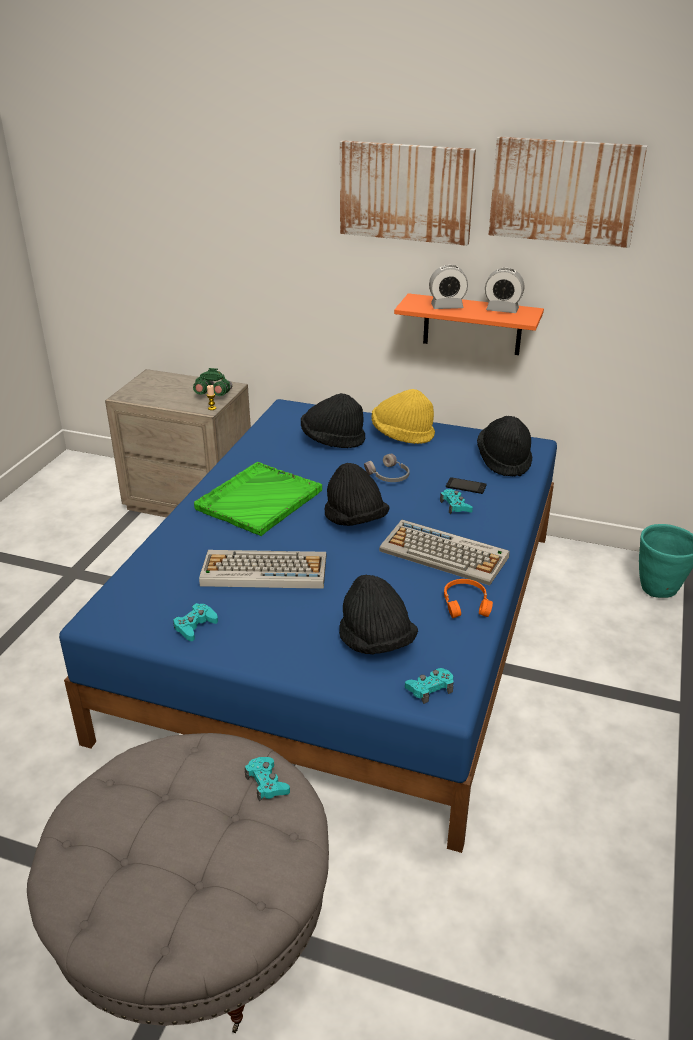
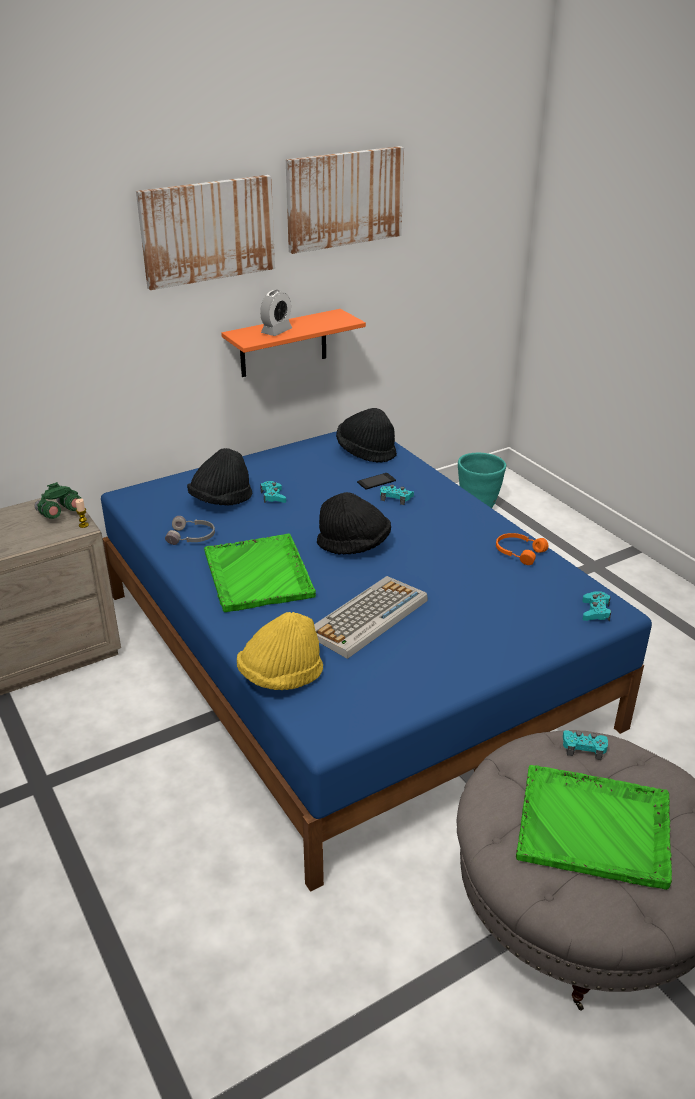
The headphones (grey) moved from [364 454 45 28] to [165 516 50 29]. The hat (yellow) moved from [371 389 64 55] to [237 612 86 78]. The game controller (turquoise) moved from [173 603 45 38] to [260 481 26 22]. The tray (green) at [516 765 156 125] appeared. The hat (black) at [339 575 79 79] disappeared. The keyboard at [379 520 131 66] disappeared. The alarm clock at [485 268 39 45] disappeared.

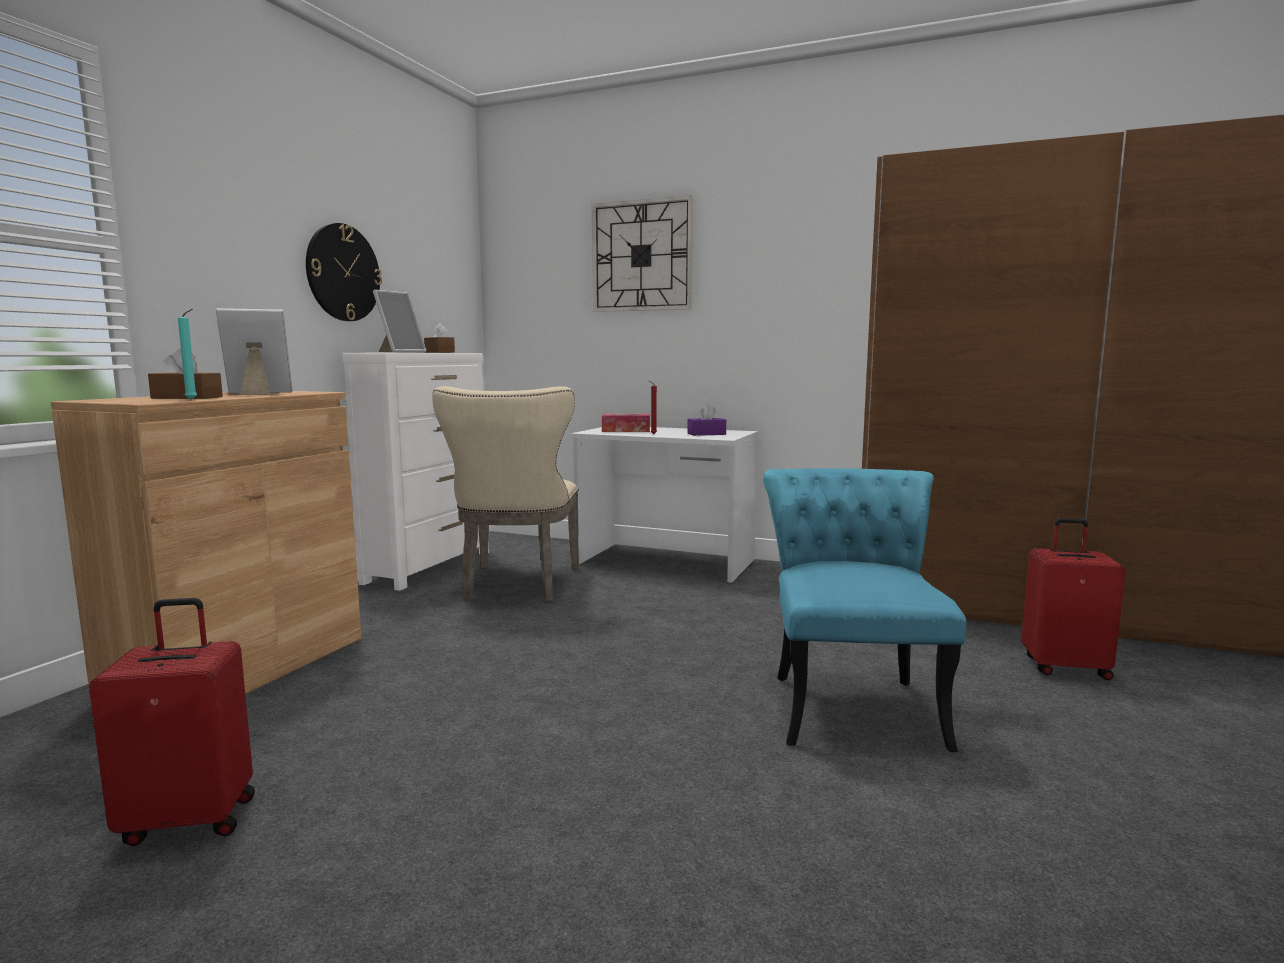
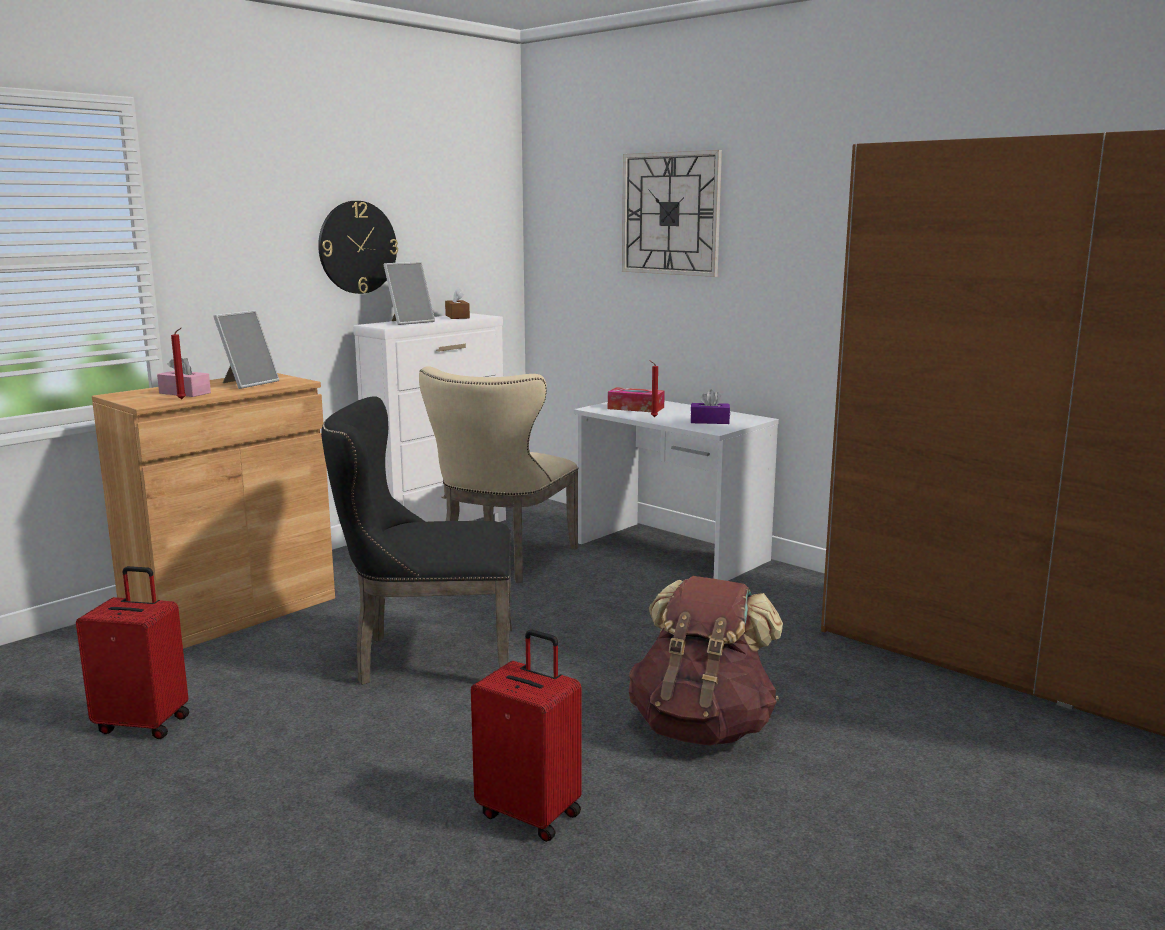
The tissue box (brown) at [148 349 75 50] became the tissue box (pink) at [157 357 54 40]. The candle (turquoise) at [178 309 19 91] became the candle (red) at [171 328 15 71]. The picture frame at [216 308 77 87] turned 120 degrees clockwise. The chair (black) at [321 396 191 289] appeared. The suitcase (red) moved from [1021 518 105 162] to [471 629 111 213]. The chair (turquoise) at [763 468 204 284] was replaced by the backpack (brown) at [629 576 154 170].

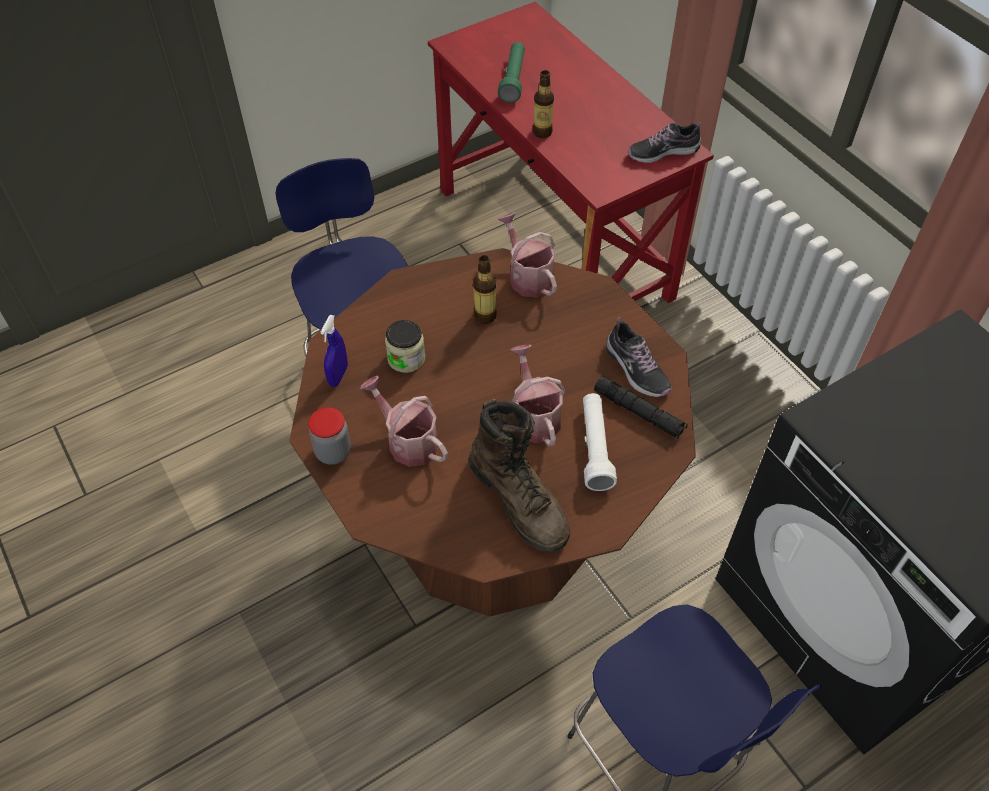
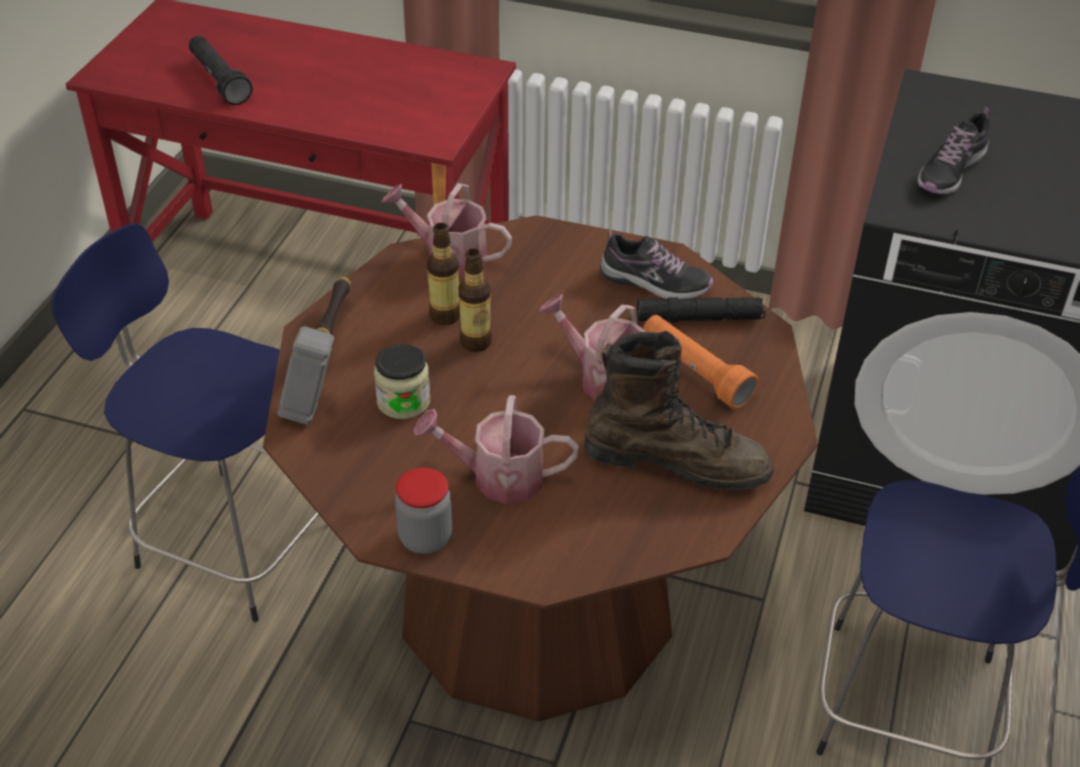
The flashlight (green) at [498 42 27 61] became the flashlight (black) at [189 36 64 69]. The hammer at [277 277 74 148] appeared. The bottle moved from [533 70 21 68] to [458 249 34 103]. The flashlight (white) at [583 393 34 98] became the flashlight (orange) at [643 315 116 94]. The shoe moved from [628 122 73 41] to [918 107 71 87]. The spray bottle (blue) at [320 315 28 72] disappeared.

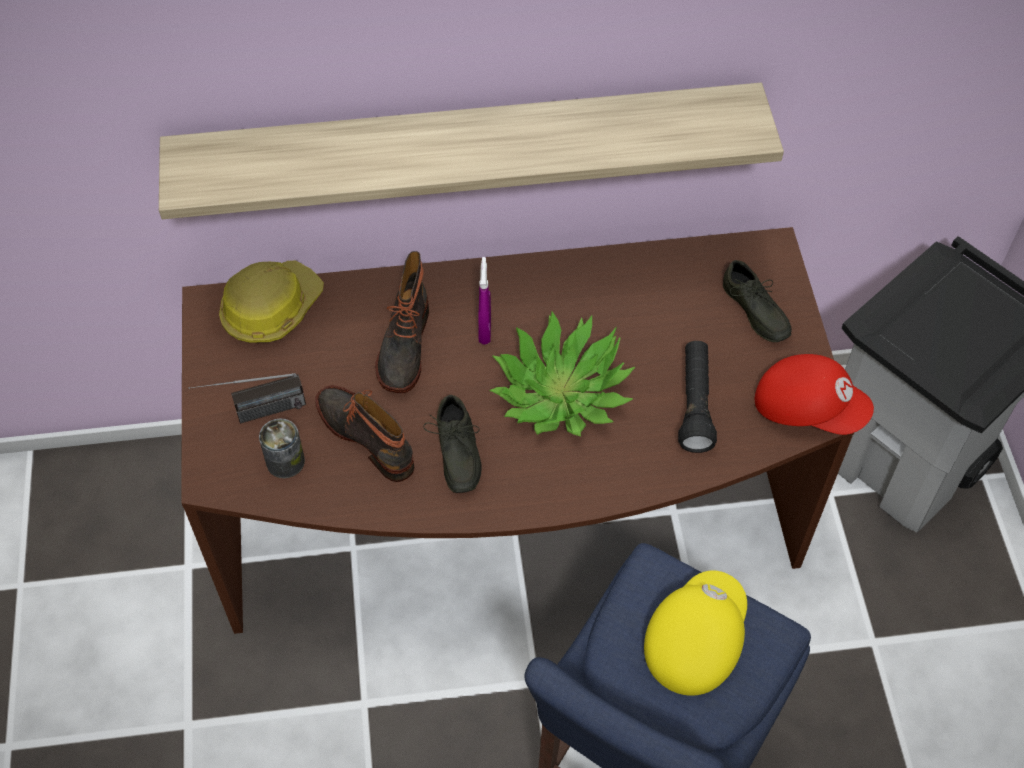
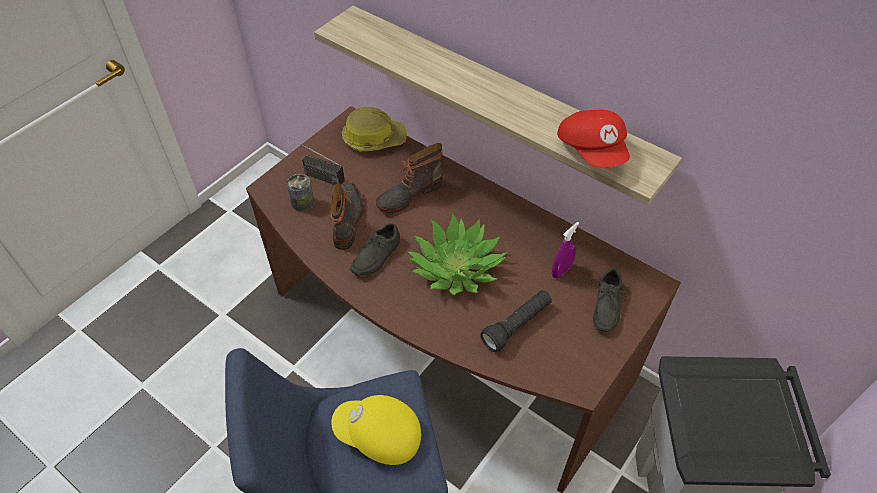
The cap (yellow) at [644 570 103 126] turned 150 degrees counterclockwise. The spray bottle (purple) moved from [478 257 13 88] to [552 222 27 57]. The cap (red) moved from [755 354 119 81] to [557 110 73 57].

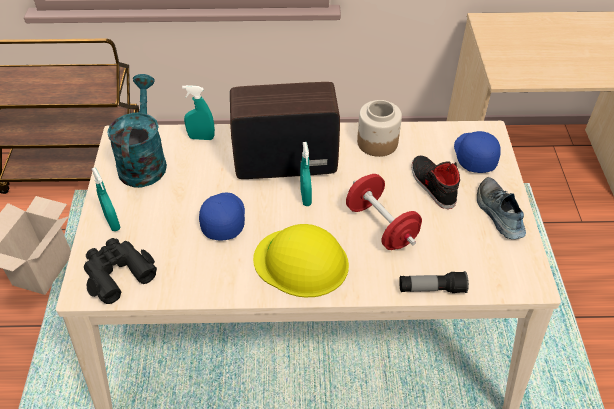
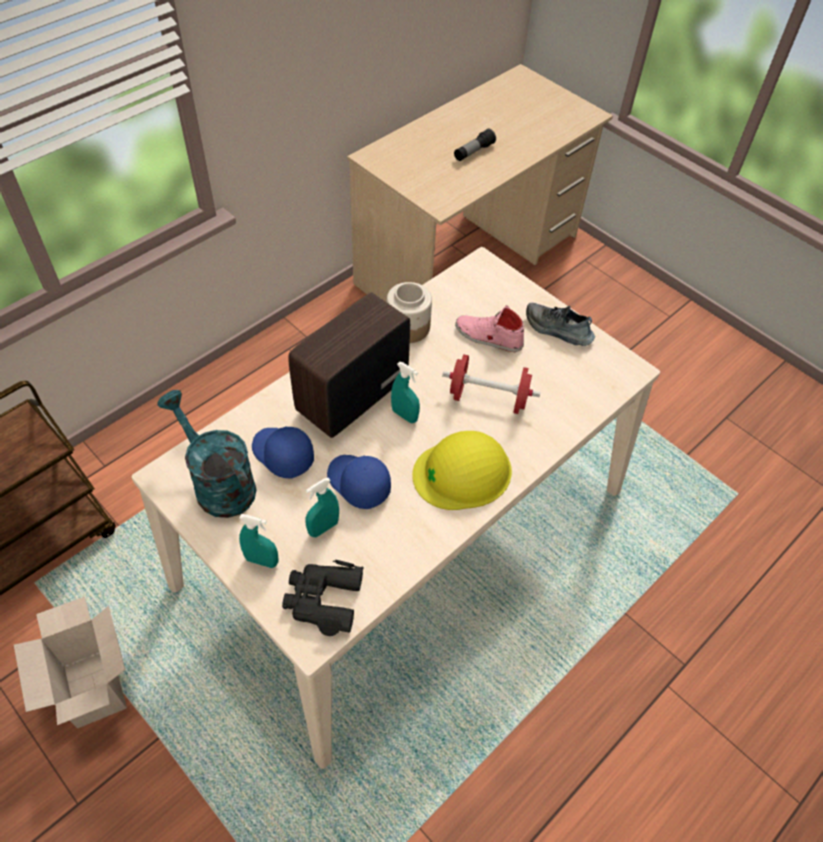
The cap (blue) moved from [454 131 47 42] to [252 426 62 52]. The spray bottle (turquoise) moved from [182 85 33 55] to [305 478 34 59]. The flashlight moved from [399 271 70 22] to [454 129 42 32]. The shoe (black) at [412 156 48 53] became the shoe (pink) at [455 305 69 47].

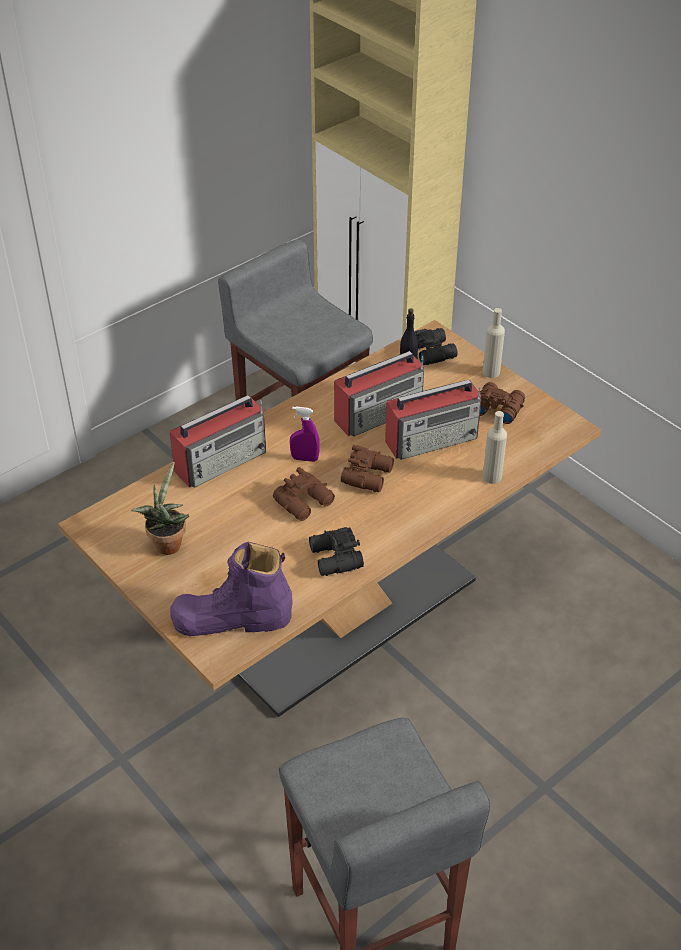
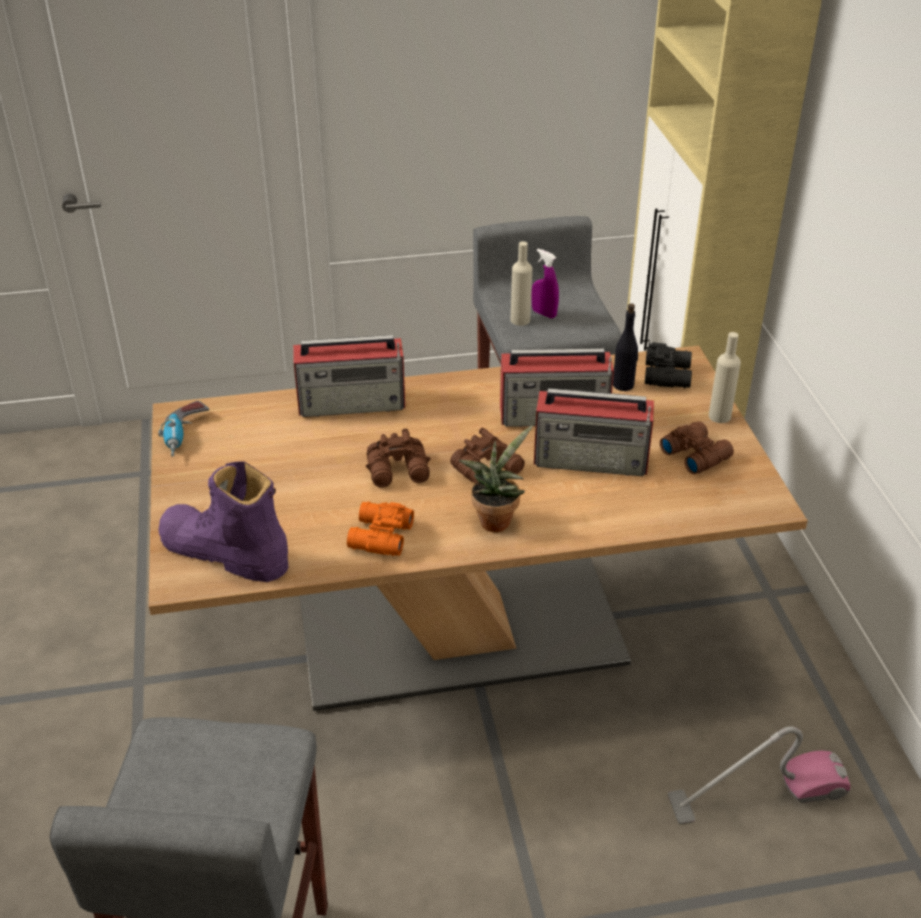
The power drill at [158 401 51 56] appeared. The binoculars (black) at [309 527 55 49] became the binoculars (orange) at [347 502 67 54]. The potted plant moved from [131 462 58 93] to [459 425 74 107]. The bottle (beige) moved from [483 411 24 73] to [510 241 22 85]. The spray bottle (purple) moved from [290 406 30 56] to [531 249 28 70]. The vacuum cleaner at [668 726 183 99] appeared.

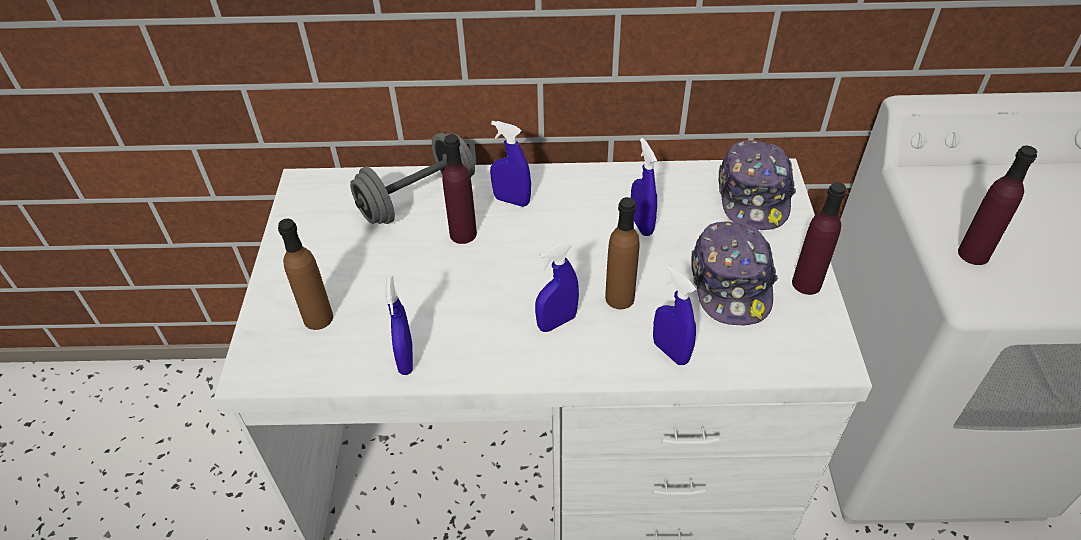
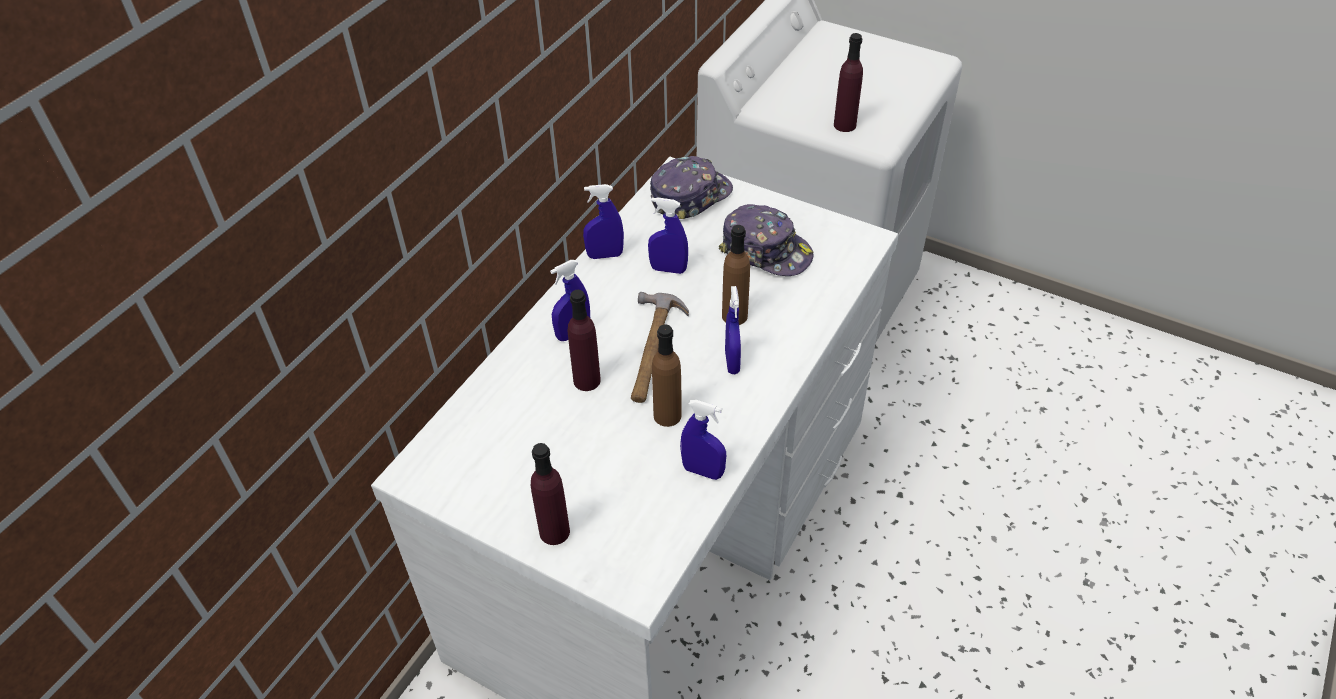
The bottle (purple) moved from [792 182 55 113] to [531 443 39 102]. The spray bottle (blue) moved from [653 265 43 100] to [583 184 41 75]. The hammer at [631 292 58 111] appeared. The cap at [719 140 77 90] turned 75 degrees counterclockwise. The bottle (brown) moved from [278 218 55 112] to [652 324 30 103]. The dumbbell (grey) at [350 133 125 91] disappeared.

